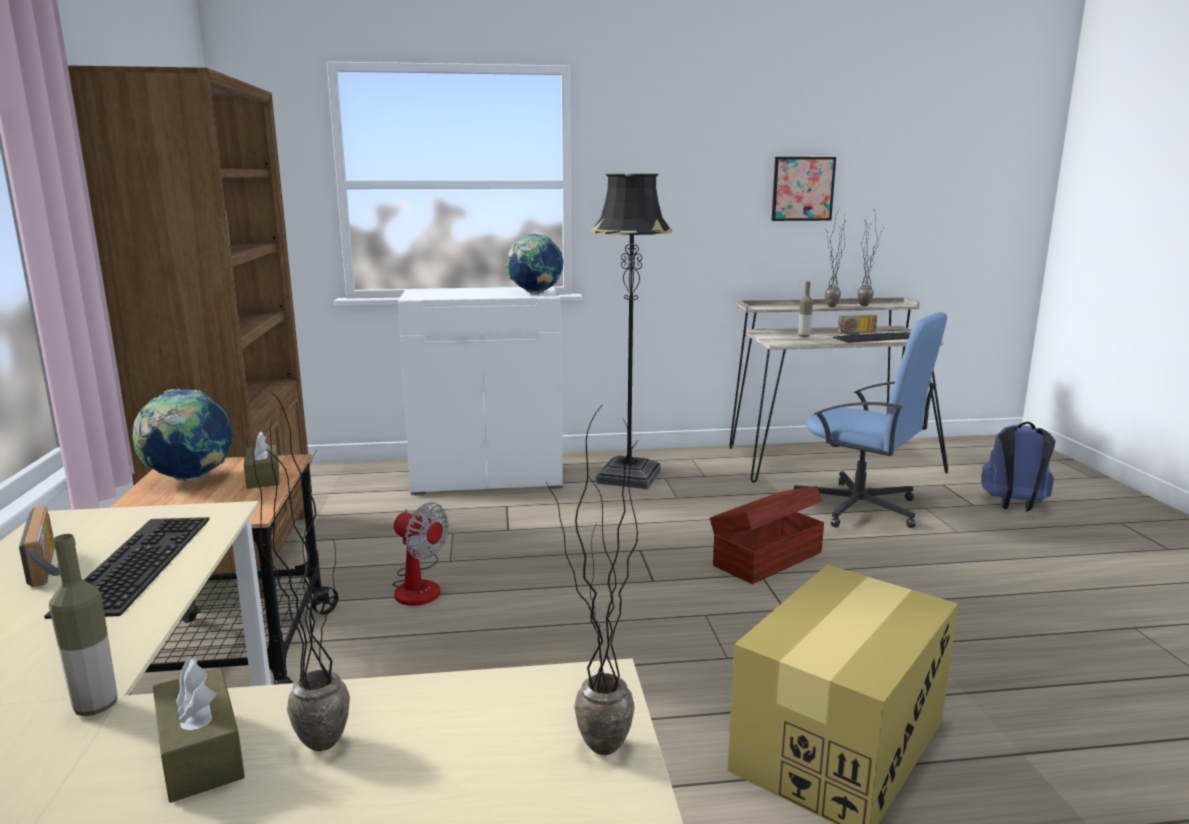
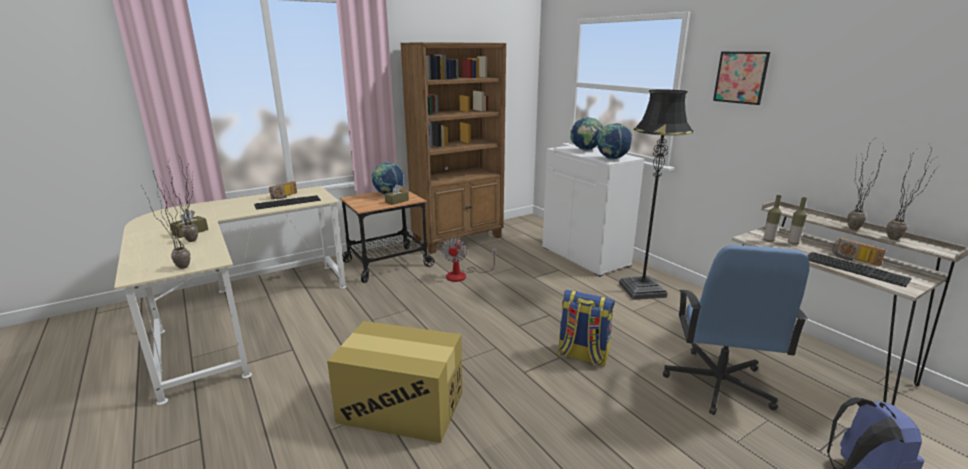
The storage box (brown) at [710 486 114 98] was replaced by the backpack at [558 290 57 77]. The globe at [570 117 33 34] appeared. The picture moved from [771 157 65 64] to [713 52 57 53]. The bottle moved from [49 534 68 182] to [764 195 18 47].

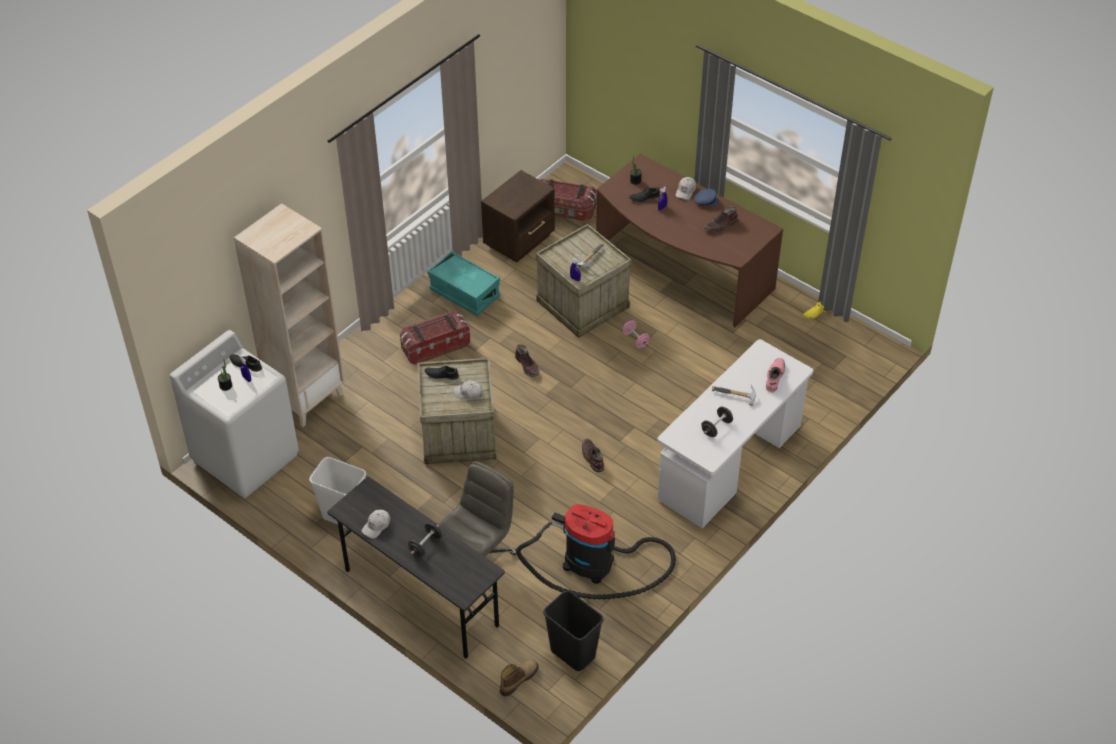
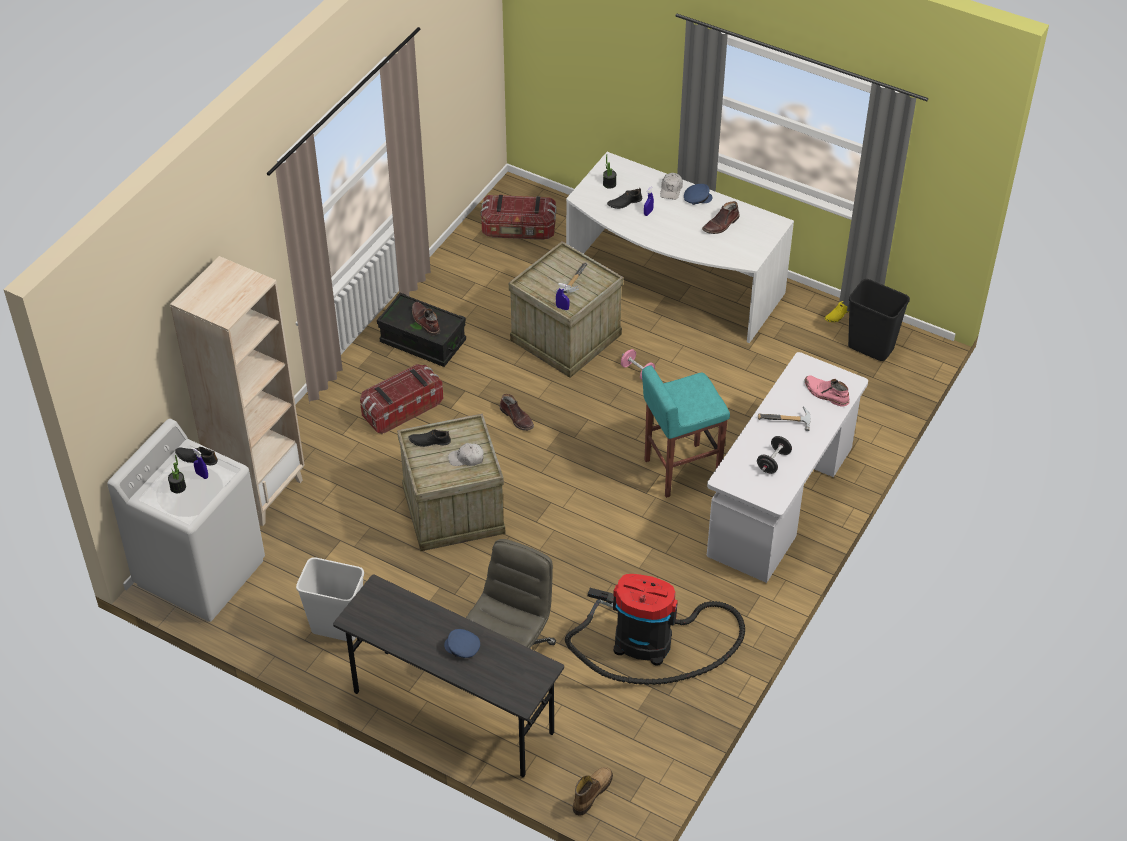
The storage box (turquoise) at [427 251 73 65] became the storage box (black) at [377 293 89 74]. The boot (brown) moved from [582 438 22 34] to [412 302 28 33]. The dumbbell (black) at [408 523 34 34] was replaced by the cap (blue) at [444 629 36 29]. The desk (brown) at [596 154 187 173] became the desk (white) at [566 152 228 191]. The stool (turquoise) at [642 365 88 133] appeared. The boot (pink) at [766 358 19 34] turned 60 degrees counterclockwise. The trash can (black) moved from [543 590 61 81] to [848 279 62 82]. The cap (white) at [362 510 28 29] disappeared. The nightstand (brown) at [481 170 74 93] disappeared.

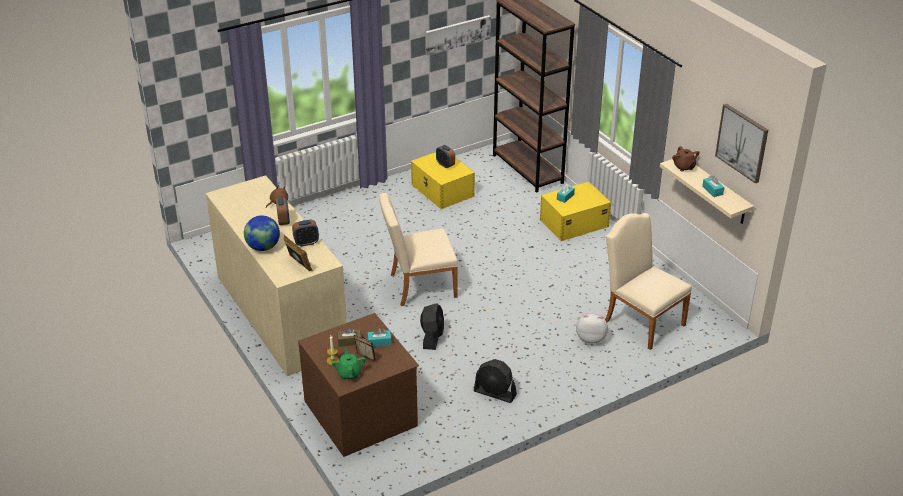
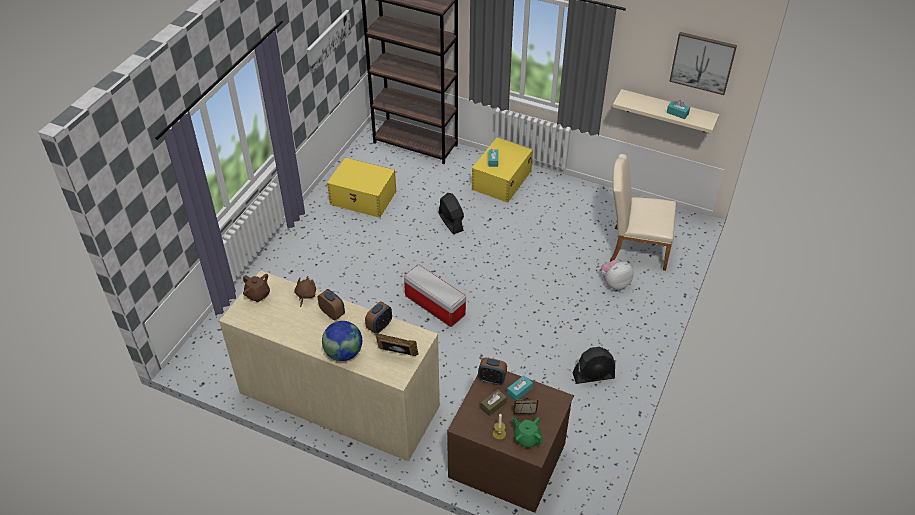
The teapot (brown) moved from [672 146 28 26] to [243 274 27 28]. The chair (beige) at [379 193 79 113] was replaced by the storage box at [404 265 62 62]. The fan (black) moved from [420 304 24 46] to [439 193 25 41]. The alarm clock moved from [436 145 19 24] to [478 357 29 28].

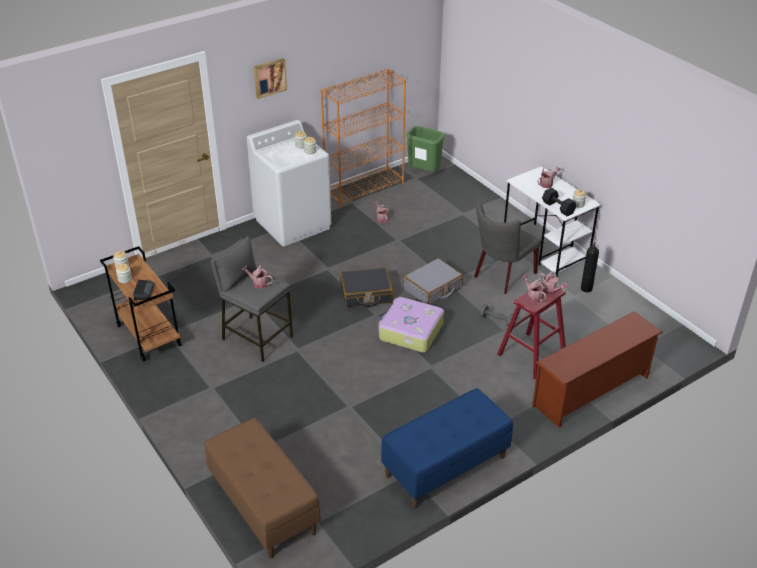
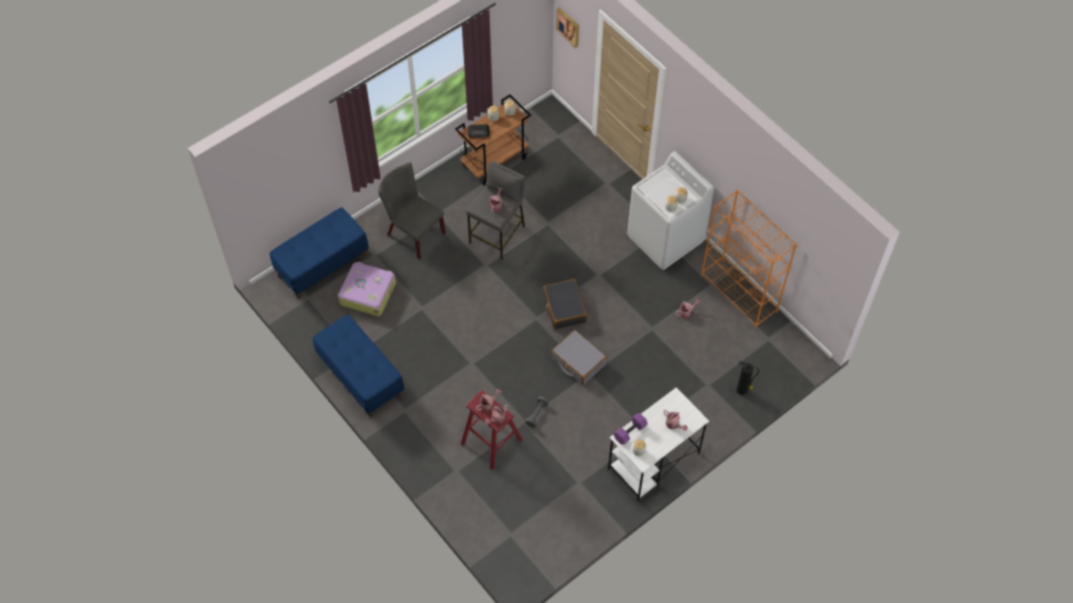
The bench (brown) at [205 418 115 140] became the bench (blue) at [270 207 99 92]. The suitcase moved from [379 297 65 56] to [338 262 58 54]. The chair (grey) moved from [474 201 67 93] to [378 162 68 97]. The picture moved from [254 58 33 41] to [556 7 23 41]. The dumbbell (black) at [542 187 35 29] became the dumbbell (purple) at [613 413 35 32]. The fire extinguisher moved from [581 242 18 50] to [736 361 23 34]. The trash can (green) at [406 126 39 46] disappeared. The shoe rack (brown) at [532 311 131 117] disappeared.

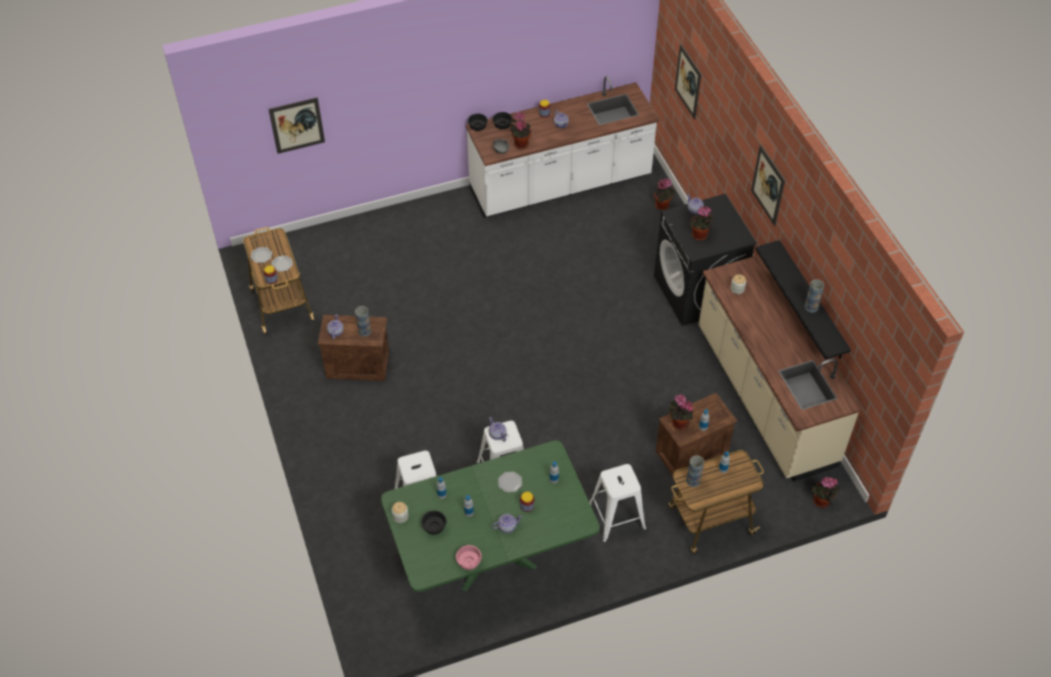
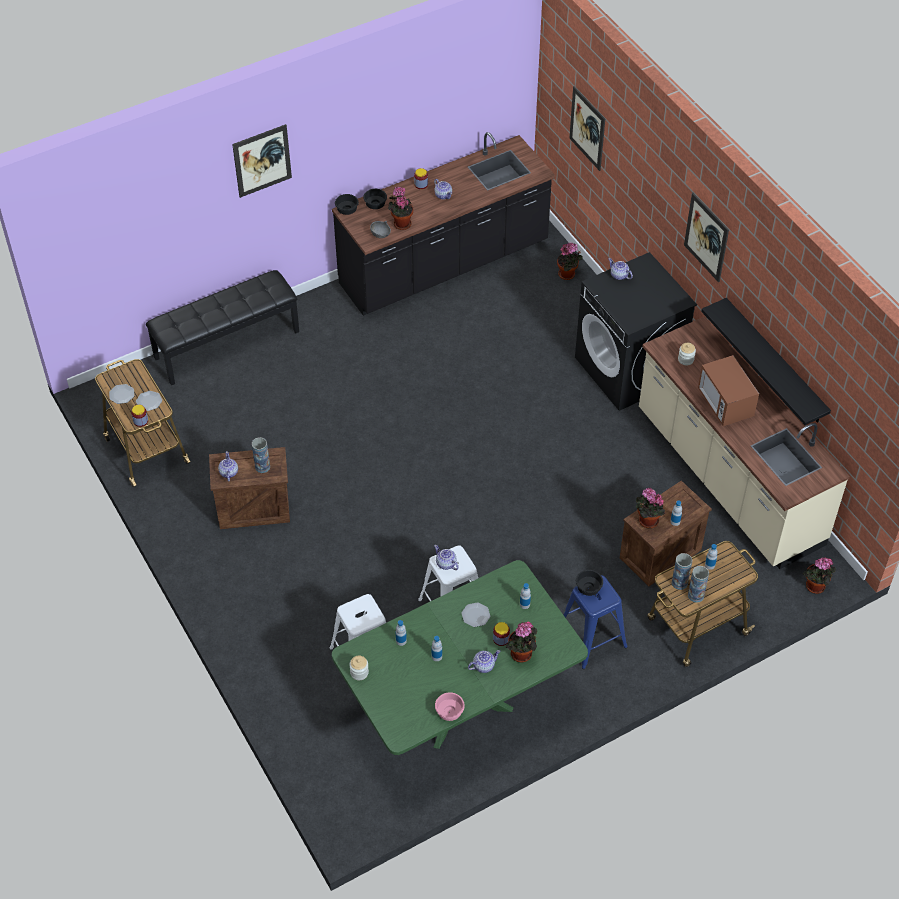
The bench (black) at [146 270 153 115] appeared. The picture moved from [268 97 57 57] to [232 124 60 74]. The counter (white) at [466 76 194 142] became the counter (black) at [332 132 223 184]. The potted plant moved from [689 207 25 33] to [506 622 31 41]. The stool (white) at [589 464 57 78] became the stool (blue) at [564 575 64 94]. The bowl (black) moved from [421 511 26 24] to [576 570 27 26]. The vase moved from [805 279 19 33] to [688 566 21 37]. The microwave at [698 355 61 71] appeared.

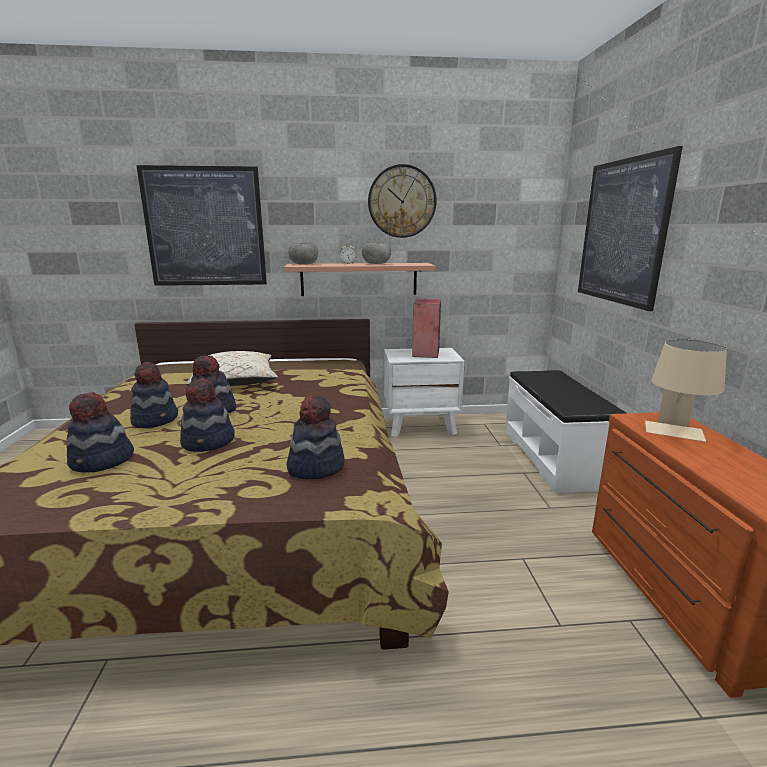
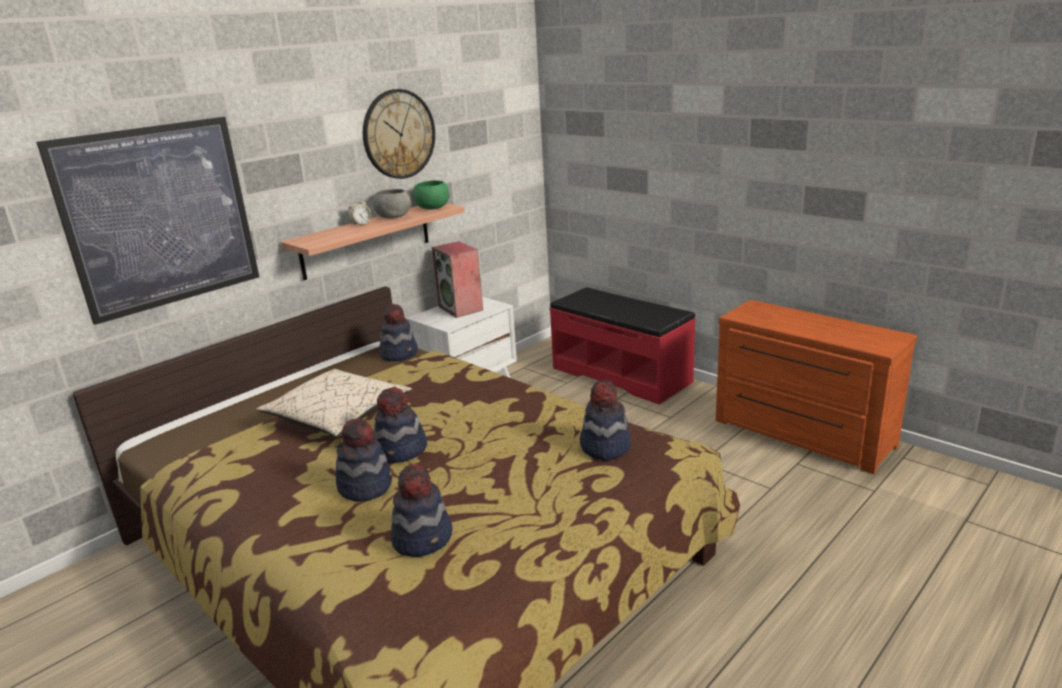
The hat moved from [180 378 55 74] to [380 304 38 57]. The bowl (green) at [413 180 36 30] appeared. The bench (white) at [505 370 121 123] became the bench (red) at [549 287 147 118]. The bowl (grey) at [288 243 30 22] disappeared. The picture at [578 146 105 165] disappeared. The table lamp (beige) at [645 339 82 103] disappeared.

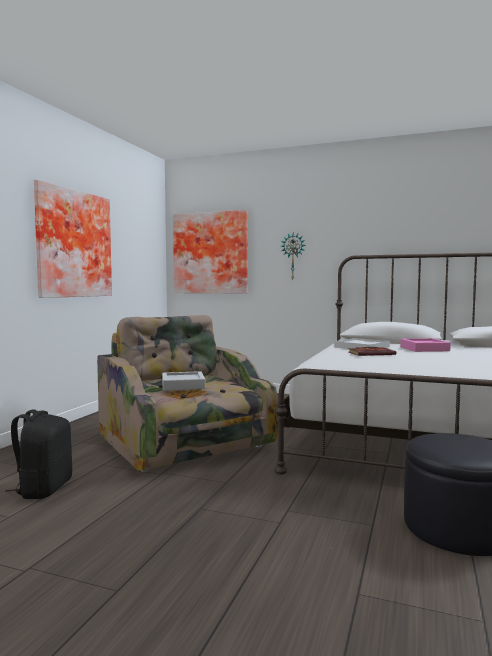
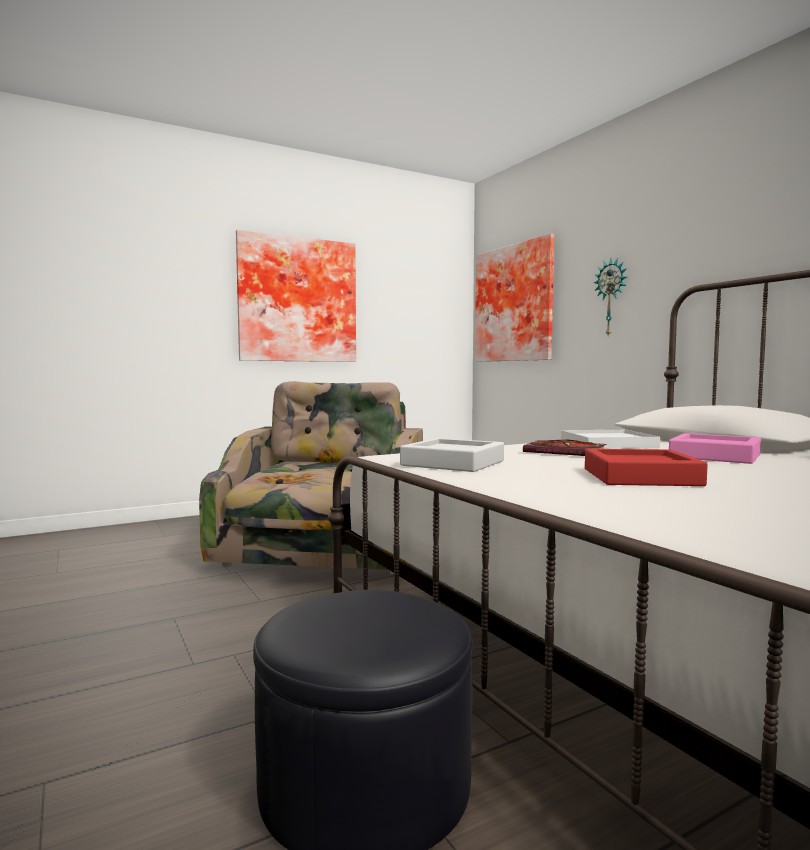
The tray (grey) moved from [162 371 44 20] to [400 438 104 34]. The tray (red) at [585 449 123 37] appeared. The backpack (black) at [5 409 67 90] disappeared.

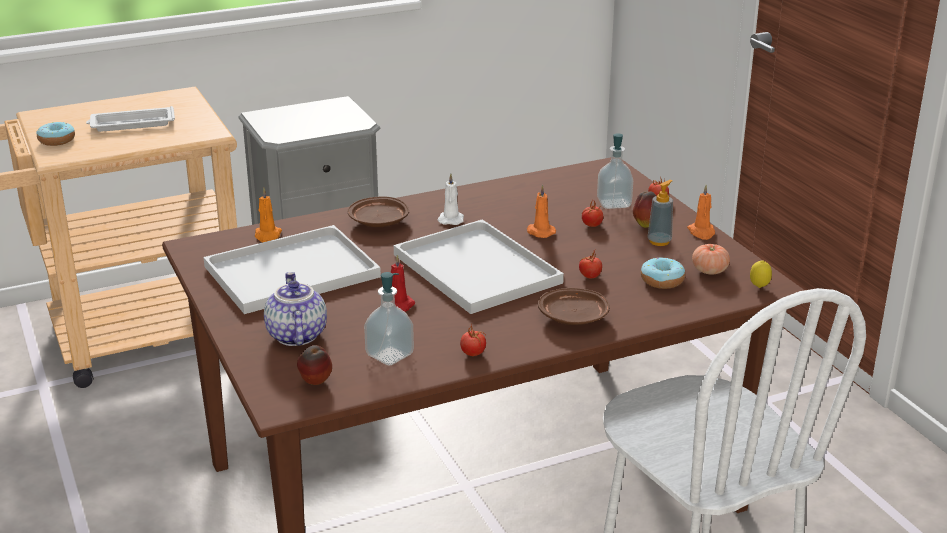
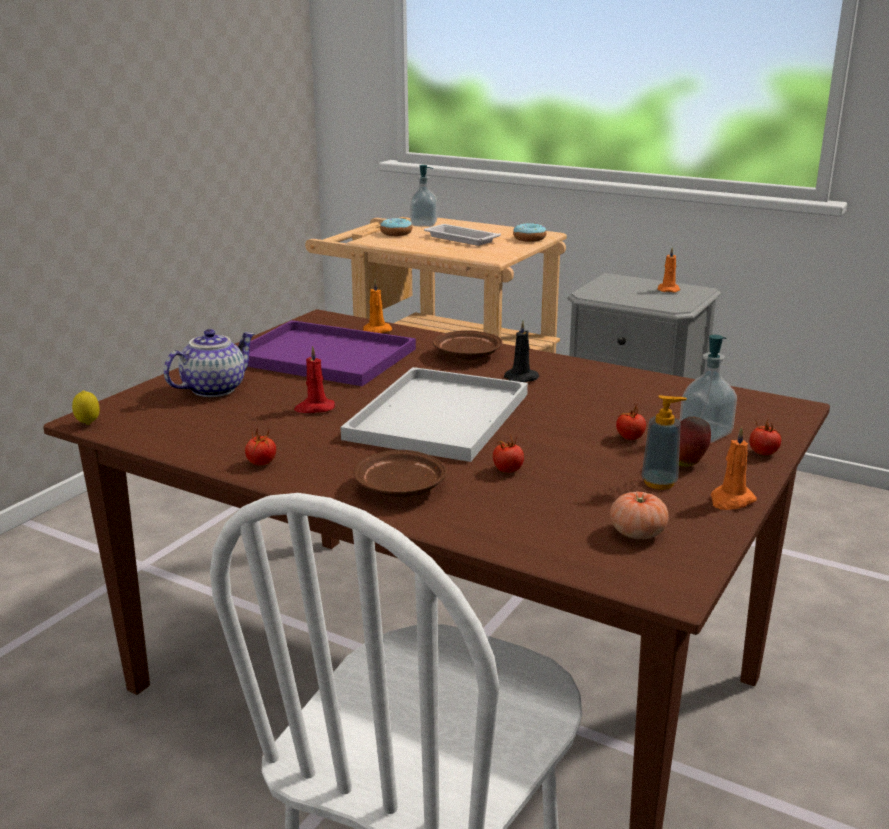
The lemon moved from [750 260 22 28] to [72 390 28 35]. The tray (white) at [203 225 178 89] became the tray (purple) at [248 320 168 66]. The soap dispenser moved from [364 272 50 94] to [410 165 27 62]. The candle (white) at [438 174 26 51] became the candle (black) at [504 321 35 61]. The donut moved from [641 258 44 31] to [513 223 33 19]. The candle (orange) moved from [527 185 29 53] to [658 247 22 46]. The apple at [297 345 35 40] disappeared.

